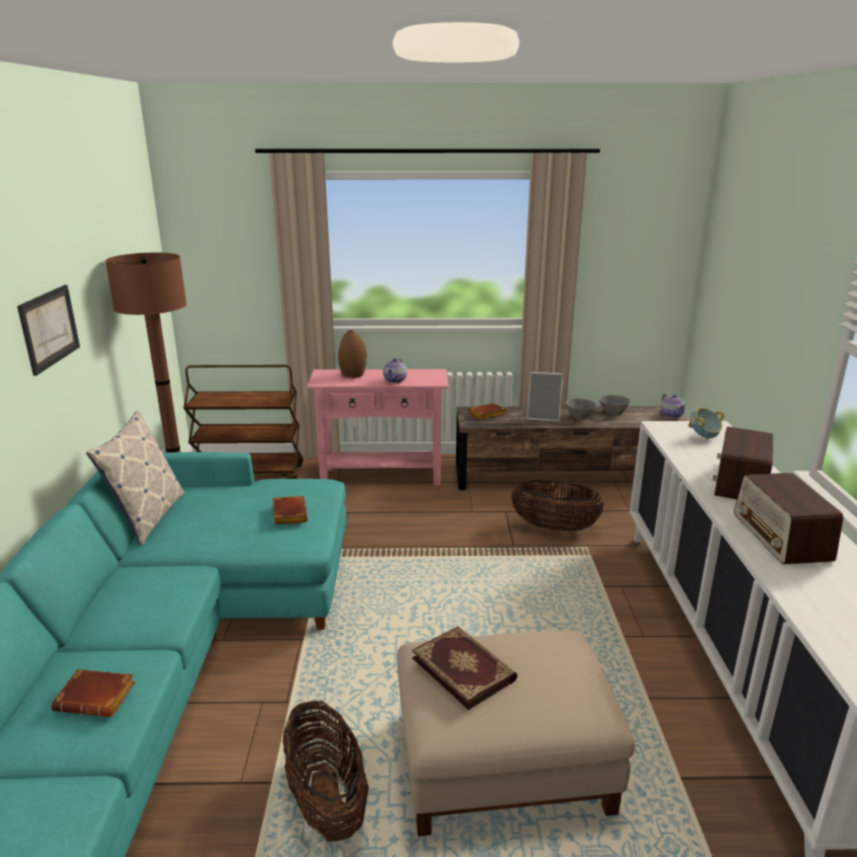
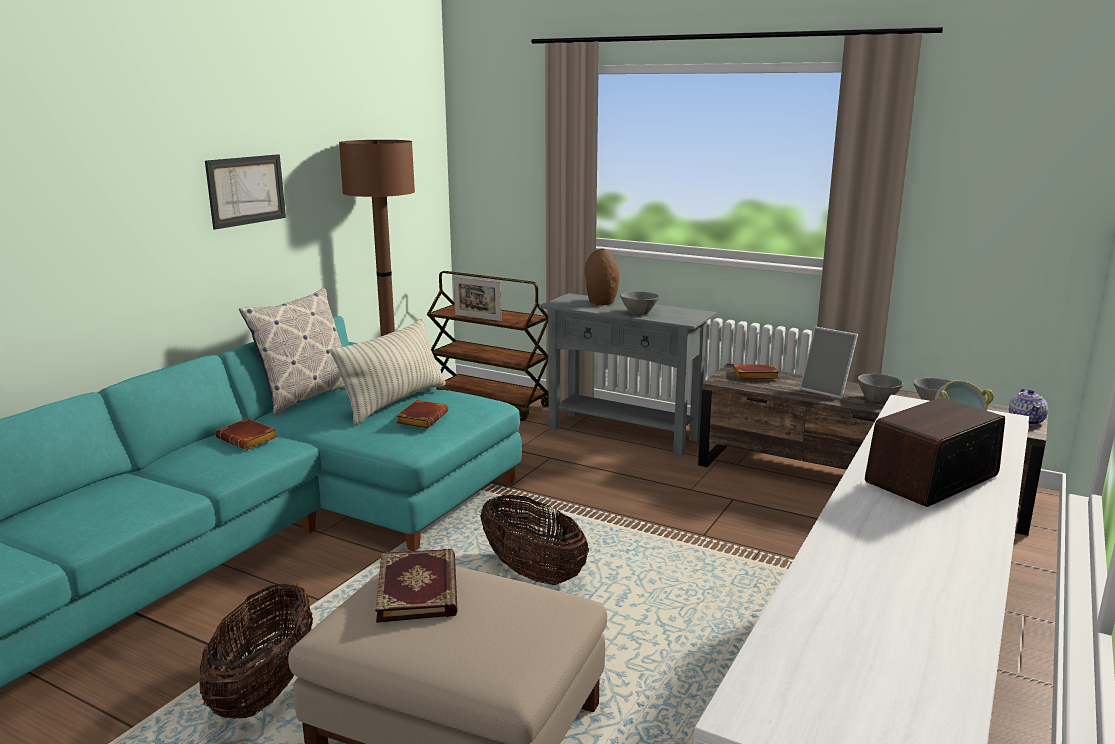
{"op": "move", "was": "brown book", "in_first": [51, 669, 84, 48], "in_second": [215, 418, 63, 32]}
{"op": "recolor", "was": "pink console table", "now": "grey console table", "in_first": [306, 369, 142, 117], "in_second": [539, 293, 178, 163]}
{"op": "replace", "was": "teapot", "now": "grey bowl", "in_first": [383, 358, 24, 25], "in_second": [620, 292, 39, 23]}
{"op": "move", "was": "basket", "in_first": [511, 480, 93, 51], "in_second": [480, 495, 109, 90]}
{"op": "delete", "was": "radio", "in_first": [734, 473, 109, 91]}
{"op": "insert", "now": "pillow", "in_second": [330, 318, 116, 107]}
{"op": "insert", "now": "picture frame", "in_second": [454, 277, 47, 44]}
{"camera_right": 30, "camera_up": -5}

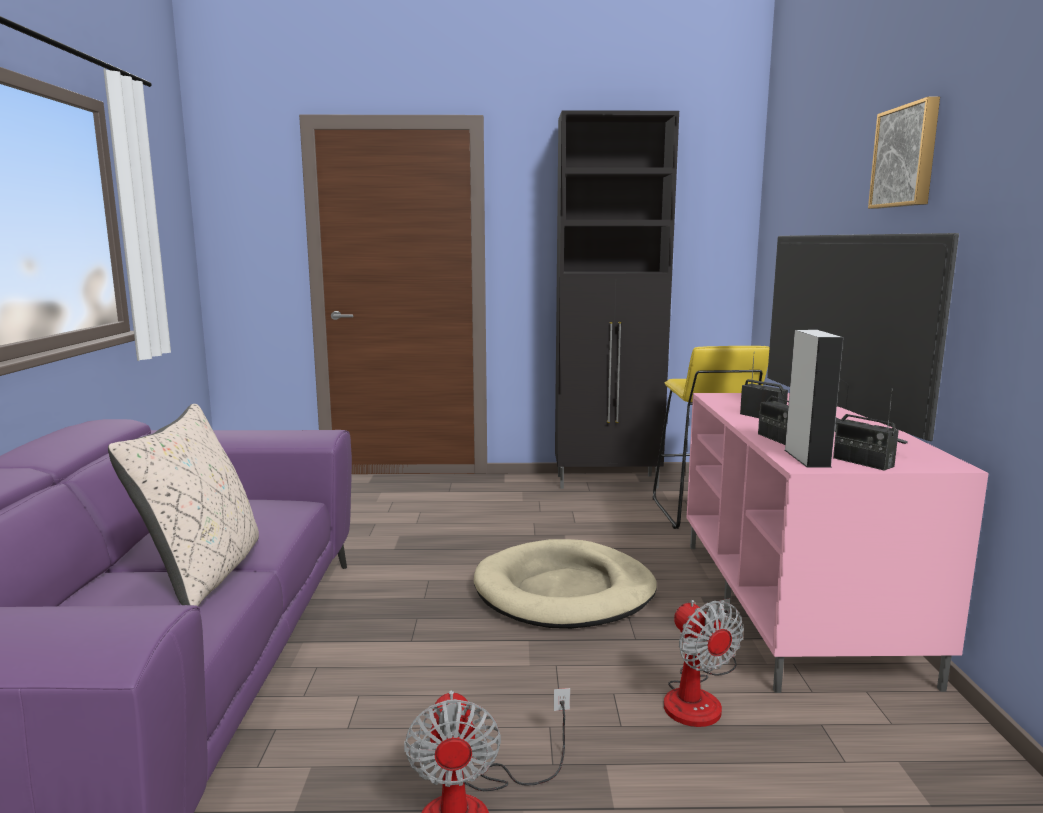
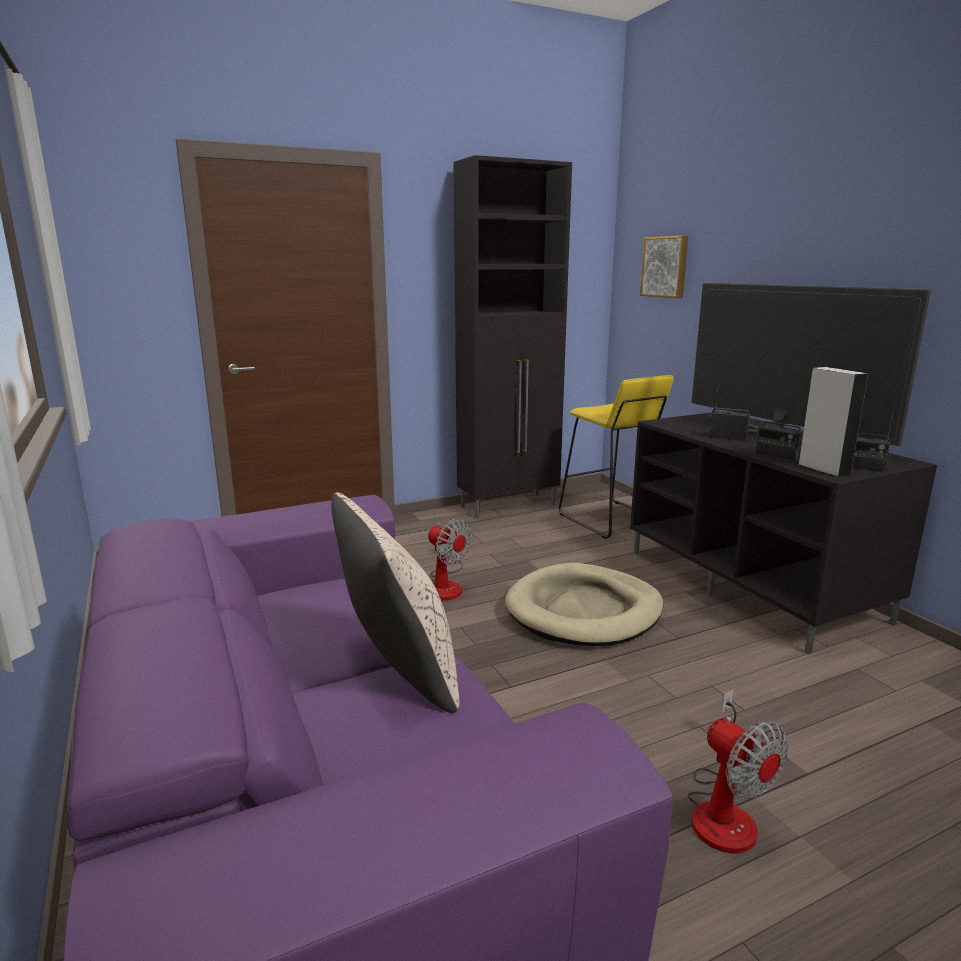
{"op": "move", "was": "fan", "in_first": [664, 598, 80, 129], "in_second": [428, 519, 43, 81]}
{"op": "recolor", "was": "pink tv stand", "now": "black tv stand", "in_first": [687, 393, 302, 300], "in_second": [630, 411, 307, 243]}
{"op": "move", "was": "picture", "in_first": [868, 97, 72, 112], "in_second": [640, 235, 48, 63]}
{"camera_right": -25, "camera_up": 5}

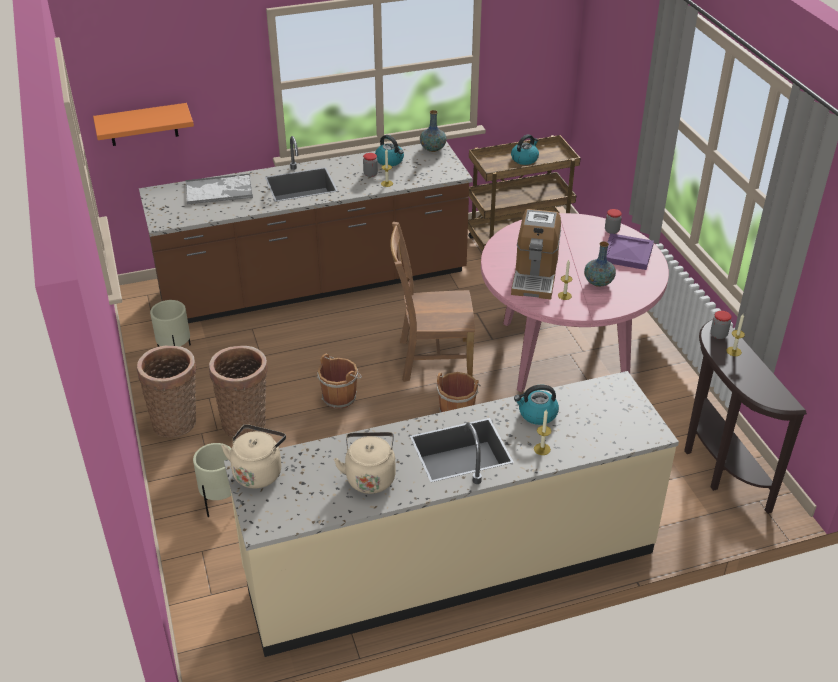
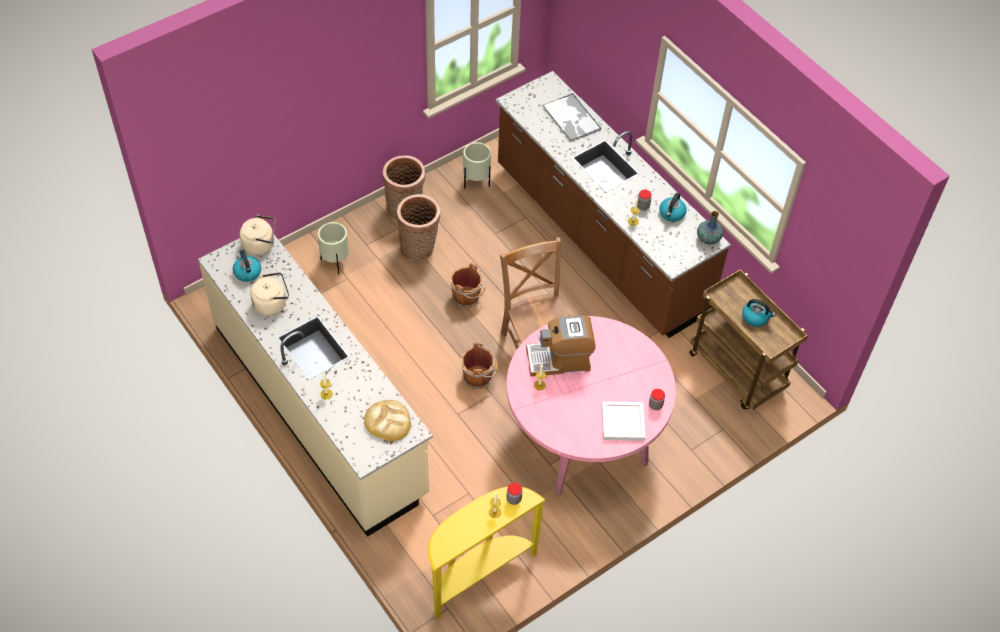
{"op": "delete", "was": "orange shelf", "in_first": [93, 103, 101, 43]}
{"op": "move", "was": "kettle", "in_first": [514, 385, 45, 40], "in_second": [233, 249, 28, 33]}
{"op": "delete", "was": "vase", "in_first": [584, 241, 32, 46]}
{"op": "recolor", "was": "purple tray", "now": "white tray", "in_first": [606, 233, 48, 37], "in_second": [602, 401, 44, 40]}
{"op": "recolor", "was": "brown console table", "now": "yellow console table", "in_first": [684, 319, 123, 195], "in_second": [428, 487, 118, 132]}
{"op": "insert", "now": "bread", "in_second": [364, 400, 47, 41]}
{"camera_right": 70, "camera_up": 15}

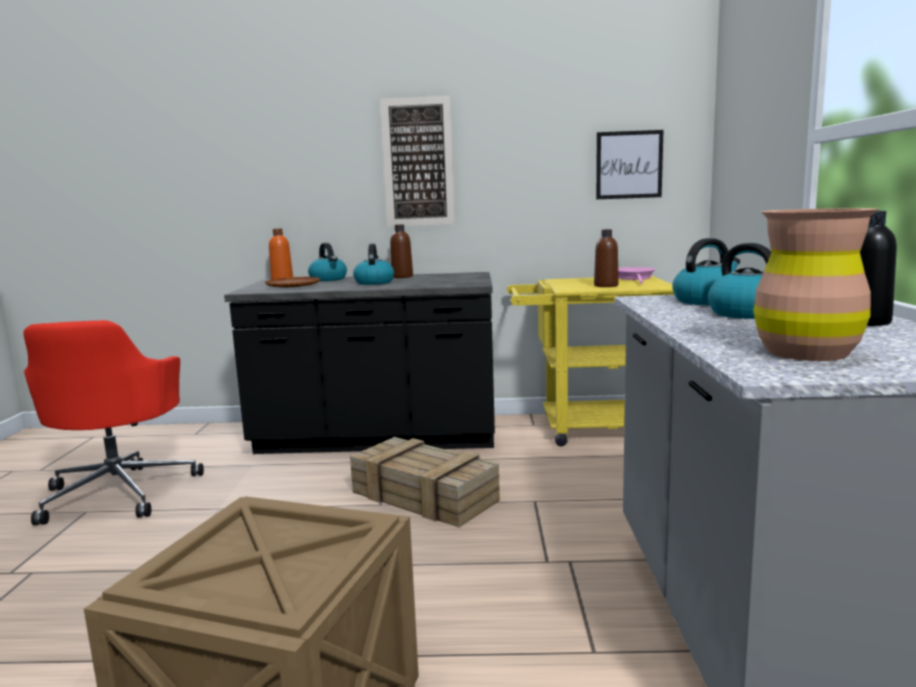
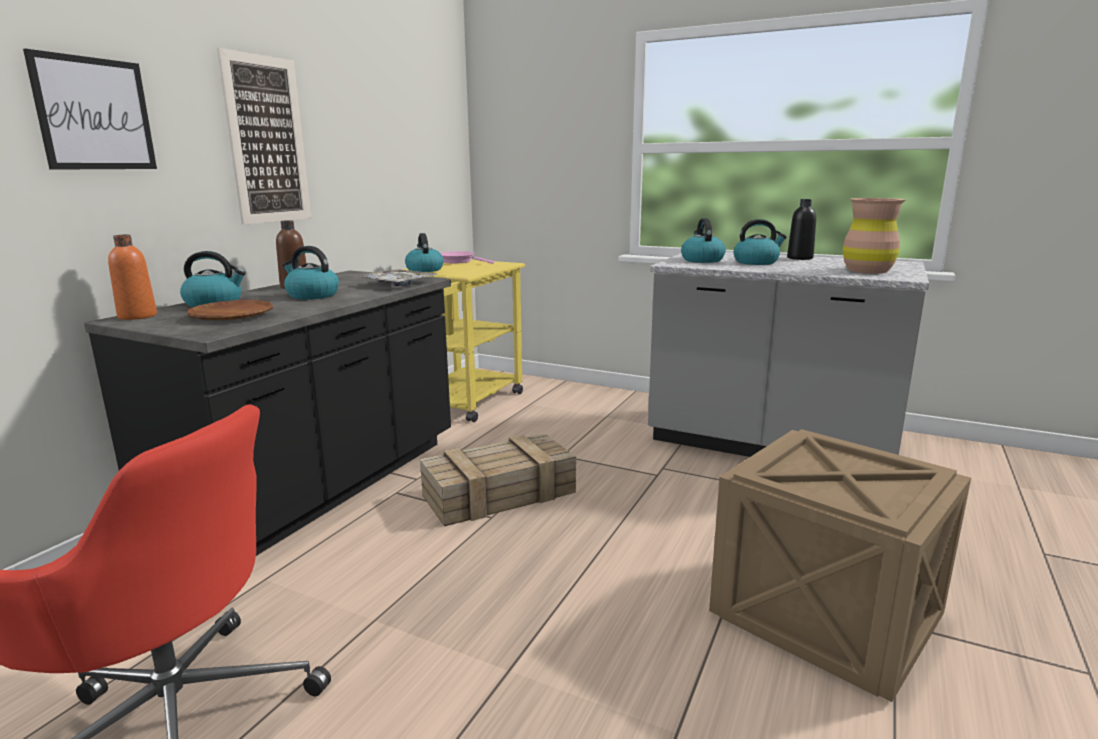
{"op": "delete", "was": "brown bottle", "in_first": [594, 229, 25, 58]}
{"op": "move", "was": "picture", "in_first": [596, 130, 68, 69], "in_second": [23, 49, 134, 121]}
{"op": "insert", "now": "tray", "in_second": [359, 269, 79, 17]}
{"op": "insert", "now": "kettle", "in_second": [405, 233, 39, 39]}
{"camera_right": -65, "camera_up": 5}

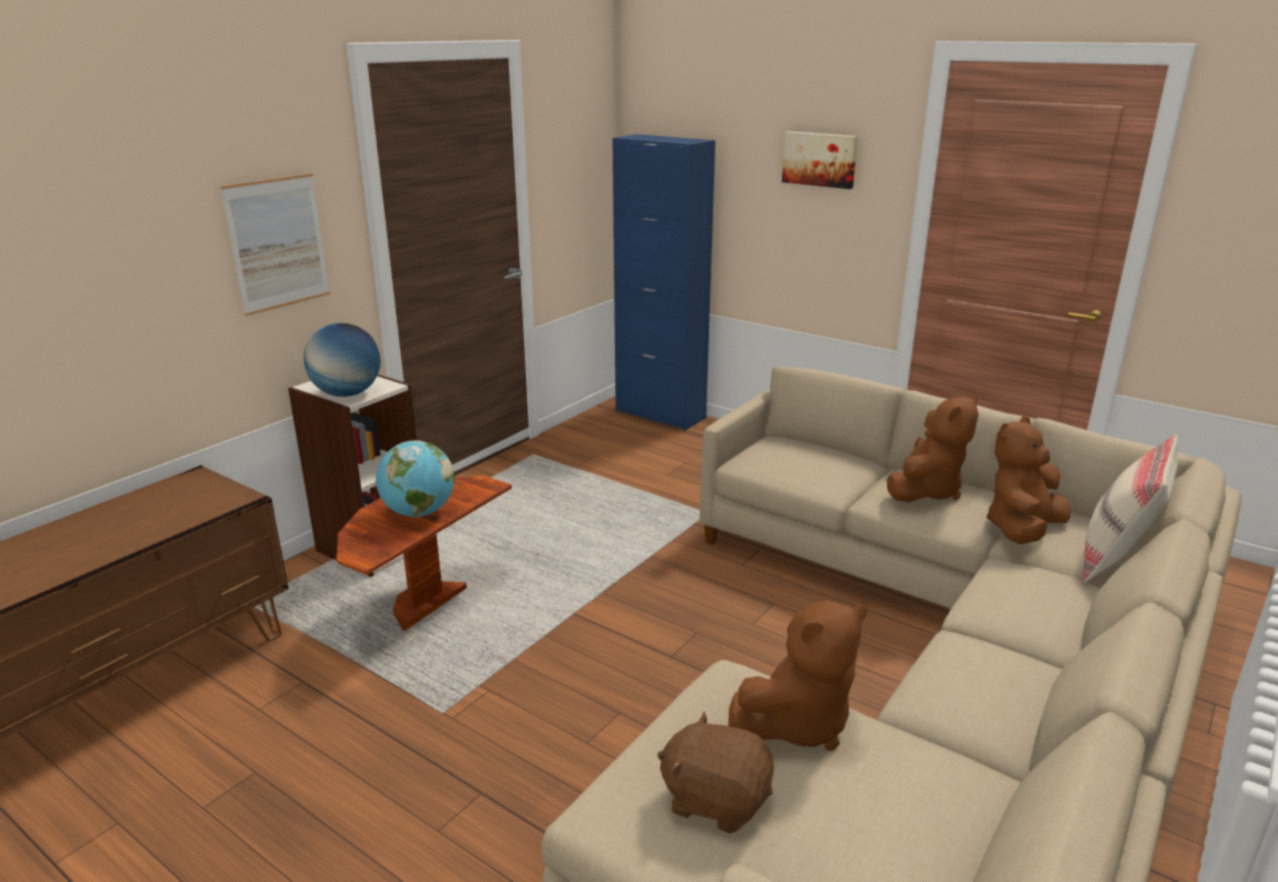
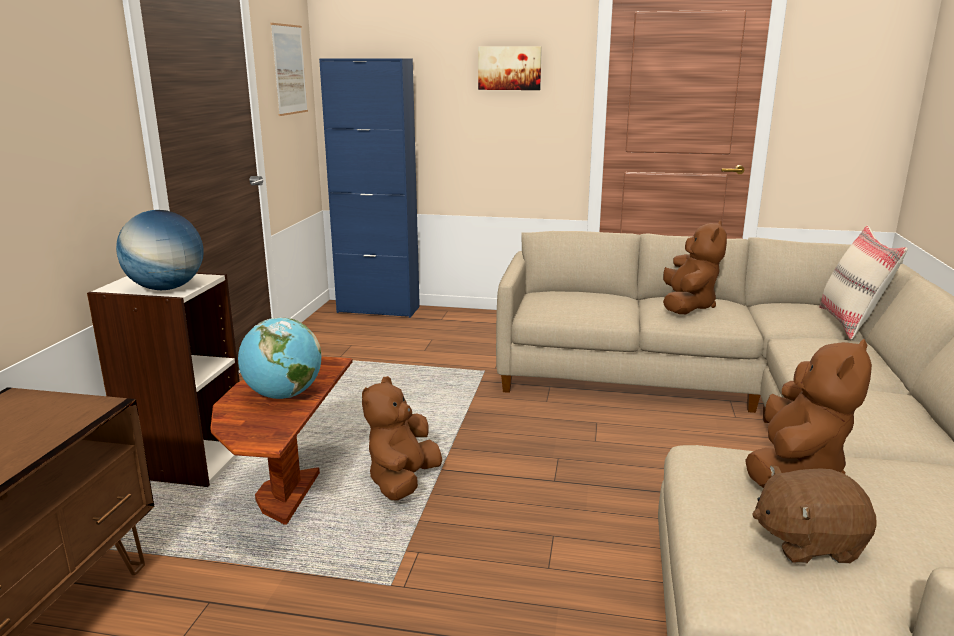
{"op": "move", "was": "picture", "in_first": [220, 173, 110, 143], "in_second": [271, 23, 37, 93]}
{"op": "move", "was": "brown plush toy", "in_first": [986, 416, 85, 128], "in_second": [362, 376, 80, 125]}
{"camera_right": -25, "camera_up": -5}

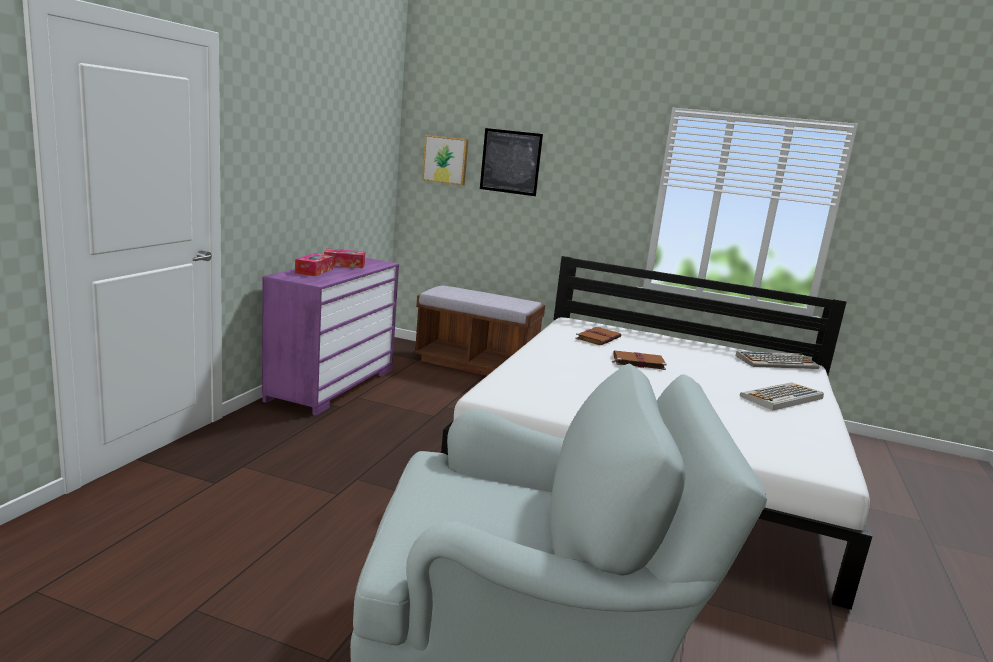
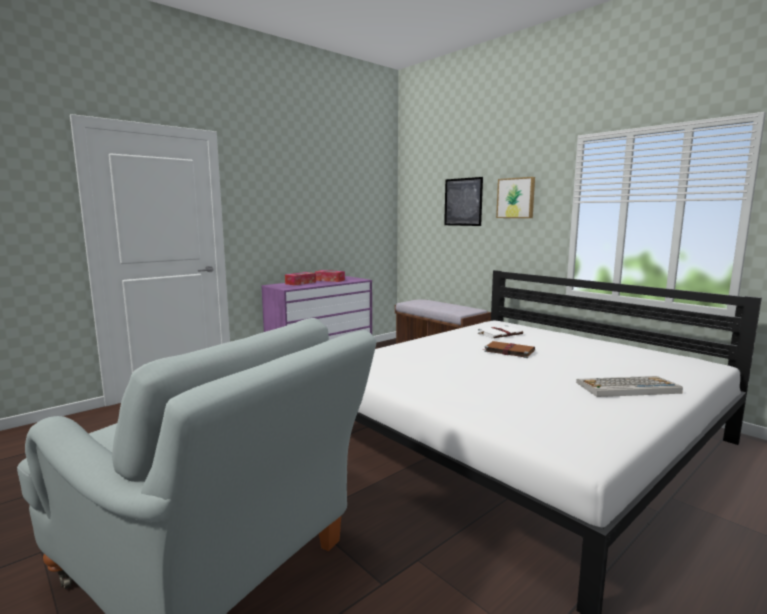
{"op": "move", "was": "picture", "in_first": [422, 135, 47, 50], "in_second": [496, 177, 39, 41]}
{"op": "recolor", "was": "brown book", "now": "white book", "in_first": [575, 326, 46, 19], "in_second": [478, 325, 45, 13]}
{"op": "delete", "was": "keyboard", "in_first": [736, 351, 84, 18]}
{"camera_right": 30, "camera_up": -5}

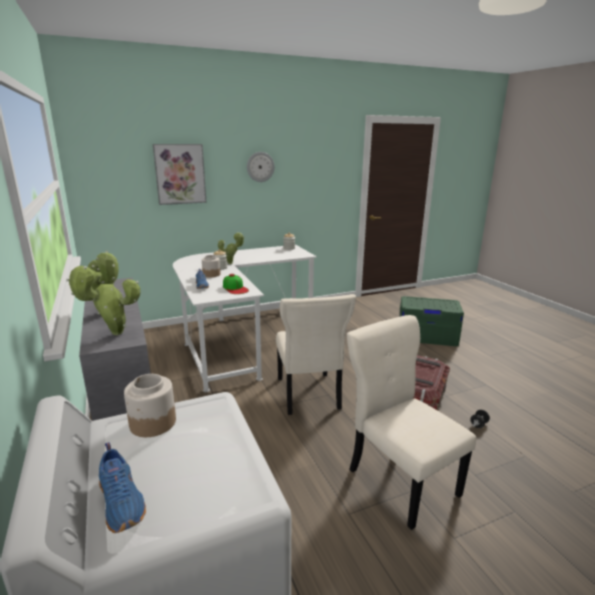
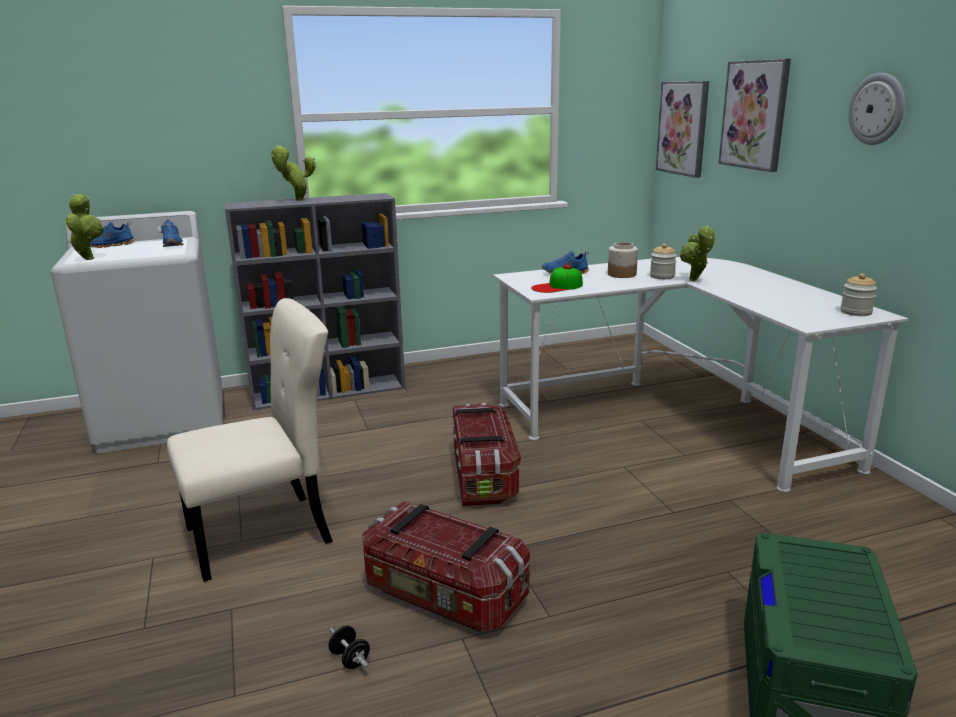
{"op": "move", "was": "potted plant", "in_first": [66, 266, 75, 69], "in_second": [66, 194, 38, 66]}
{"op": "replace", "was": "jar", "now": "blue shoe", "in_first": [124, 374, 52, 63], "in_second": [161, 219, 23, 28]}
{"op": "replace", "was": "beige chair", "now": "storage box", "in_first": [276, 294, 80, 121], "in_second": [452, 403, 69, 103]}
{"op": "insert", "now": "picture", "in_second": [656, 81, 53, 97]}
{"camera_right": 95, "camera_up": 0}

